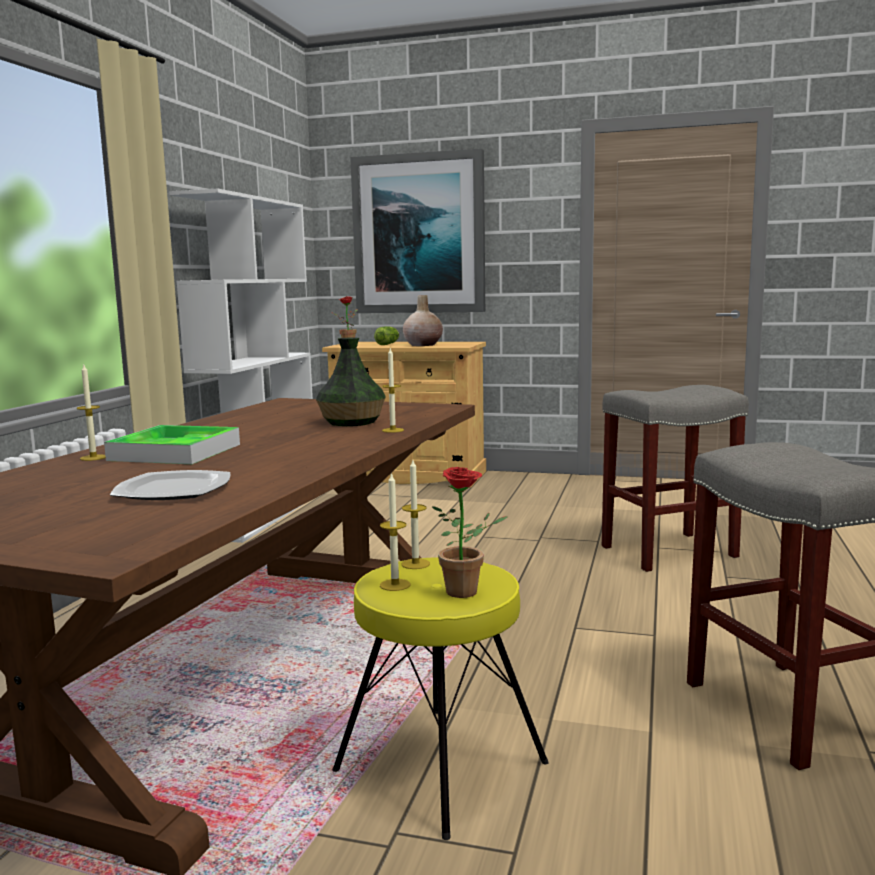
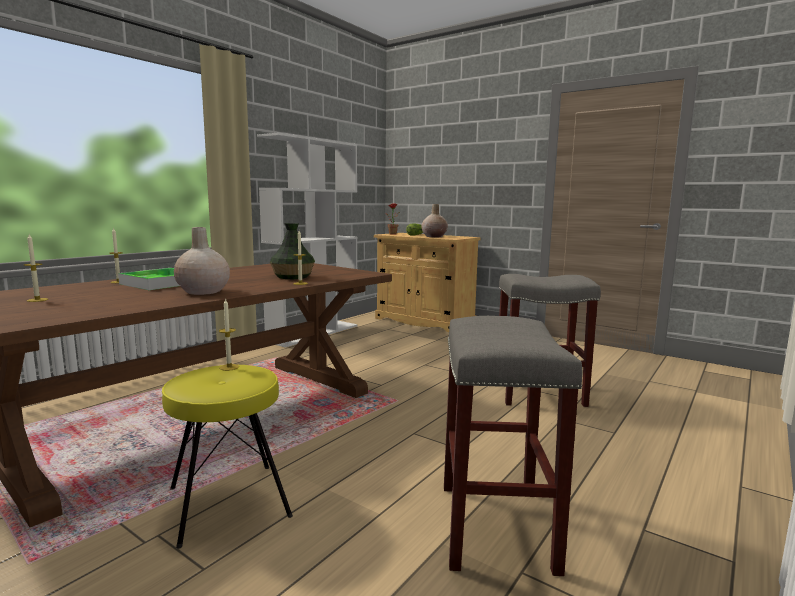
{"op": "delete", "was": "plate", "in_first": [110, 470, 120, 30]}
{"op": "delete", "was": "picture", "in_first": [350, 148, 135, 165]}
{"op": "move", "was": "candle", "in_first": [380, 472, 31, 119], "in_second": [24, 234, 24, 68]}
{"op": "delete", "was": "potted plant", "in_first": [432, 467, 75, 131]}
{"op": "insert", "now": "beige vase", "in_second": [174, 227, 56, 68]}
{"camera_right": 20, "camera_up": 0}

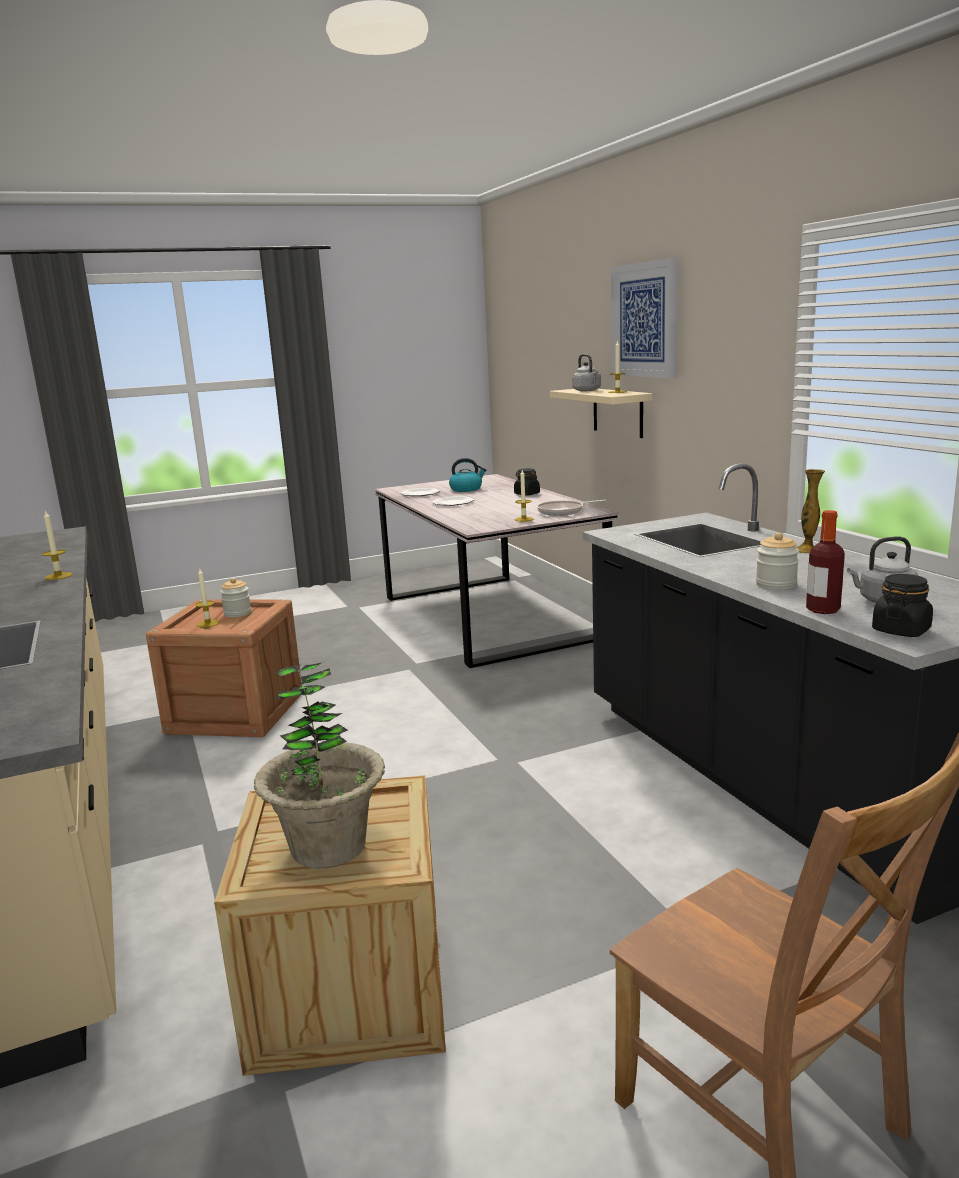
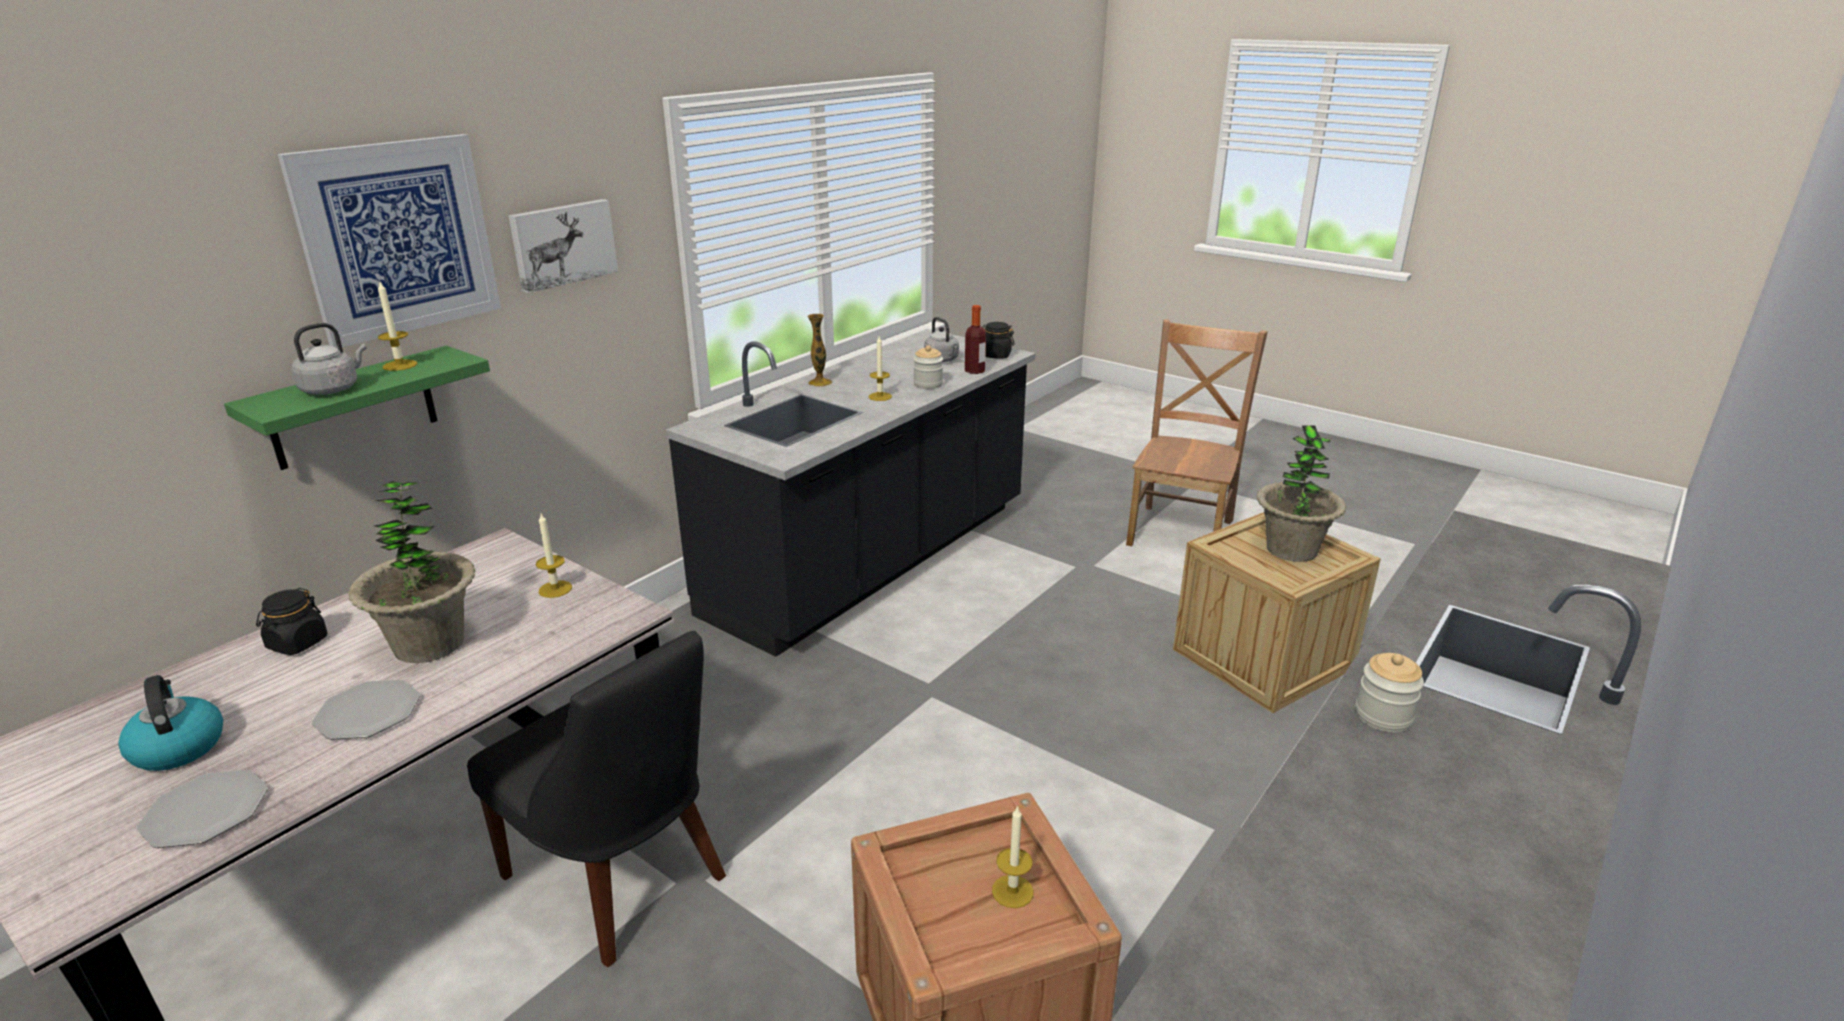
{"op": "move", "was": "candle", "in_first": [42, 510, 30, 70], "in_second": [868, 336, 24, 65]}
{"op": "move", "was": "jar", "in_first": [220, 578, 31, 39], "in_second": [1355, 653, 69, 80]}
{"op": "delete", "was": "frying pan", "in_first": [537, 500, 69, 16]}
{"op": "recolor", "was": "beige shelf", "now": "green shelf", "in_first": [550, 389, 103, 49], "in_second": [224, 346, 266, 124]}
{"op": "insert", "now": "potted plant", "in_second": [348, 481, 127, 182]}
{"op": "insert", "now": "black chair", "in_second": [467, 631, 259, 336]}
{"op": "insert", "now": "picture", "in_second": [508, 199, 110, 94]}
{"camera_right": -120, "camera_up": 10}

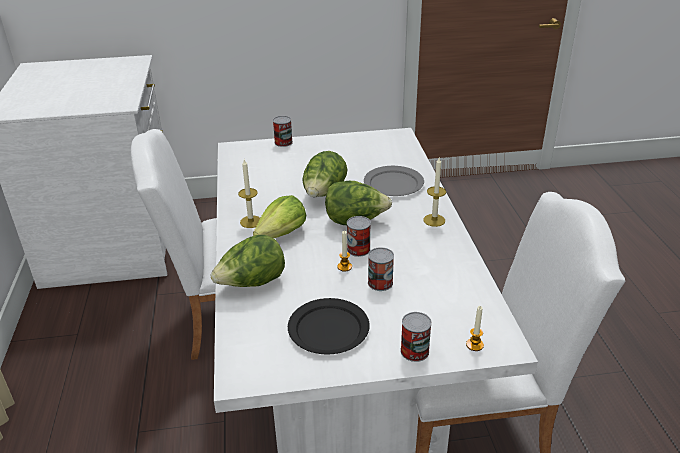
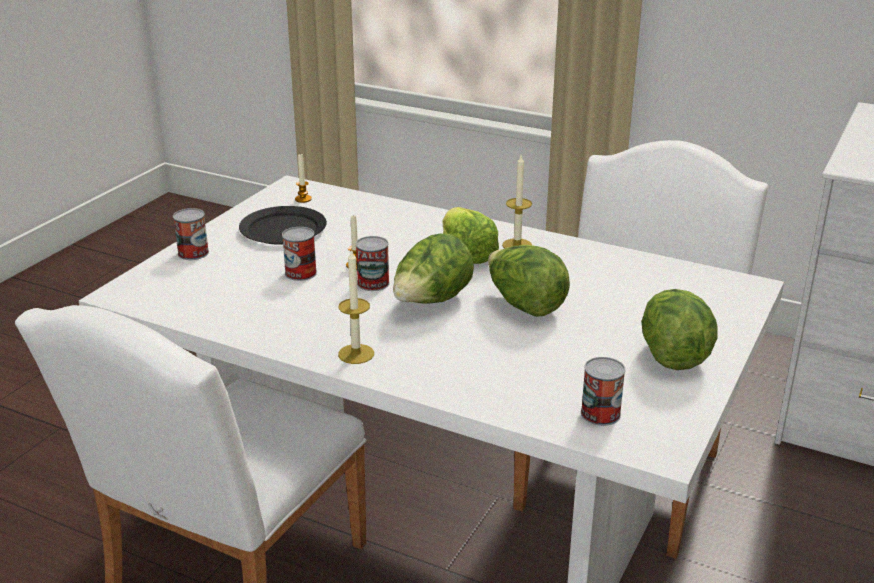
{"op": "move", "was": "lettuce", "in_first": [210, 235, 75, 52], "in_second": [641, 289, 77, 81]}
{"op": "move", "was": "can", "in_first": [273, 116, 20, 31], "in_second": [581, 357, 44, 69]}
{"op": "delete", "was": "grey plate", "in_first": [364, 166, 60, 30]}
{"op": "move", "was": "candle", "in_first": [466, 306, 18, 45], "in_second": [295, 154, 17, 49]}
{"camera_right": 125, "camera_up": -5}

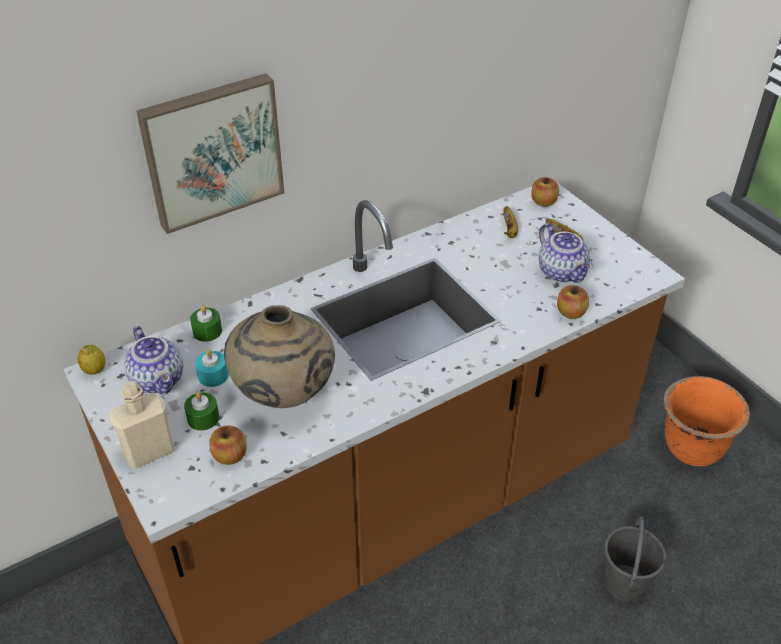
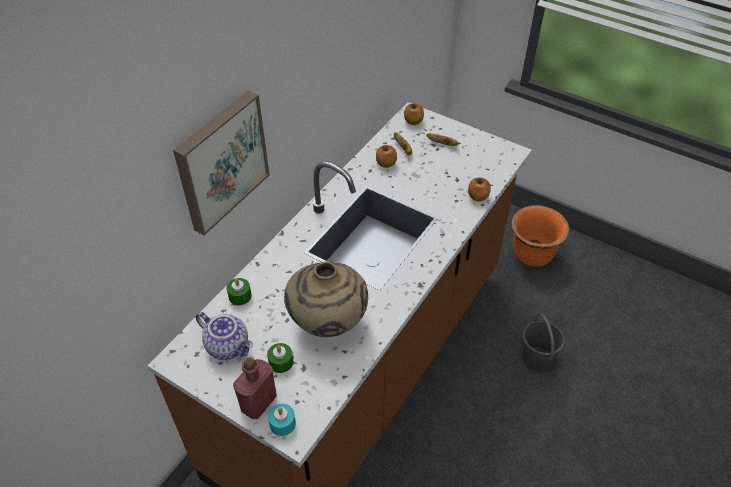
{"op": "delete", "was": "lemon", "in_first": [78, 345, 27, 30]}
{"op": "recolor", "was": "beige bottle", "now": "red bottle", "in_first": [110, 381, 64, 88], "in_second": [233, 357, 44, 62]}
{"op": "move", "was": "turquoise candle", "in_first": [195, 349, 34, 38], "in_second": [268, 404, 28, 32]}
{"op": "move", "was": "apple", "in_first": [209, 425, 38, 40], "in_second": [376, 145, 21, 23]}
{"op": "delete", "was": "teapot", "in_first": [539, 223, 54, 60]}
{"camera_right": -25, "camera_up": 5}

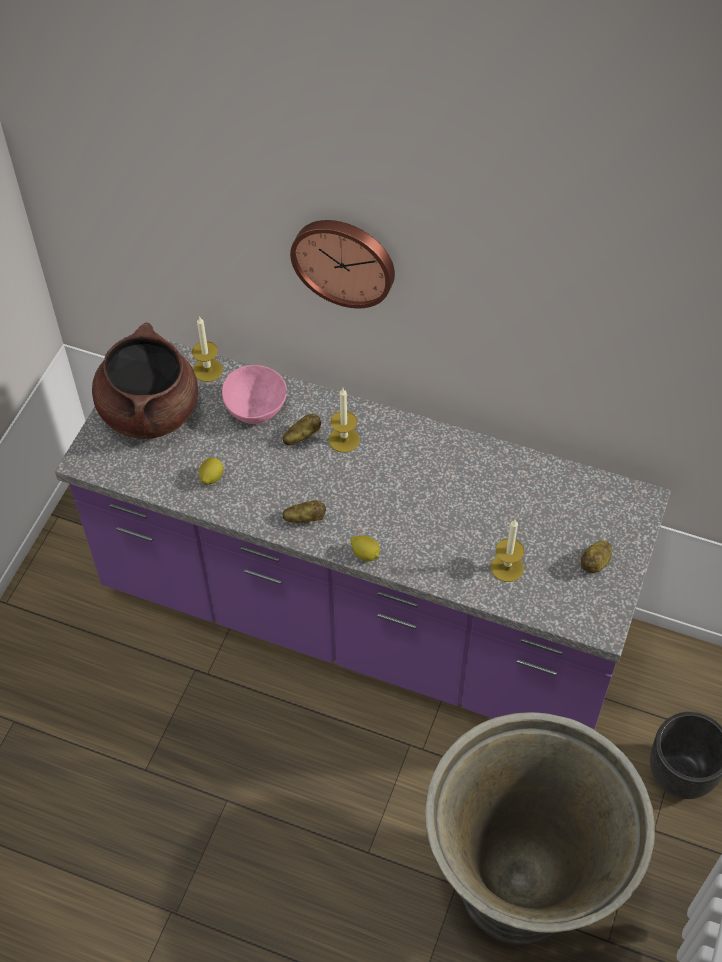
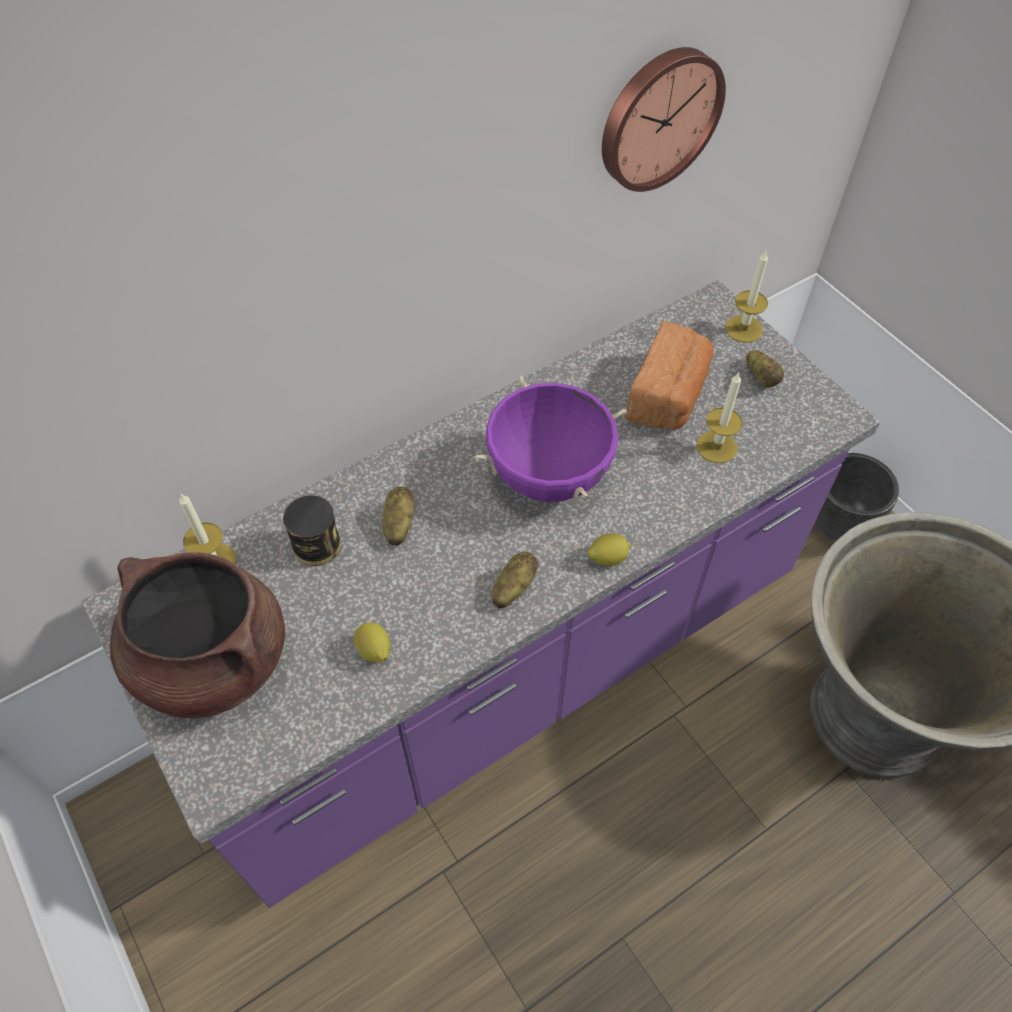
{"op": "replace", "was": "pink bowl", "now": "can", "in_first": [222, 365, 65, 59], "in_second": [283, 495, 58, 71]}
{"op": "move", "was": "wall clock", "in_first": [290, 220, 105, 88], "in_second": [602, 47, 124, 145]}
{"op": "move", "was": "candle", "in_first": [329, 388, 31, 65], "in_second": [725, 251, 43, 91]}
{"op": "insert", "now": "purple cooking pot", "in_second": [474, 376, 153, 126]}
{"op": "insert", "now": "bread", "in_second": [626, 321, 88, 110]}
{"camera_right": -55, "camera_up": 0}

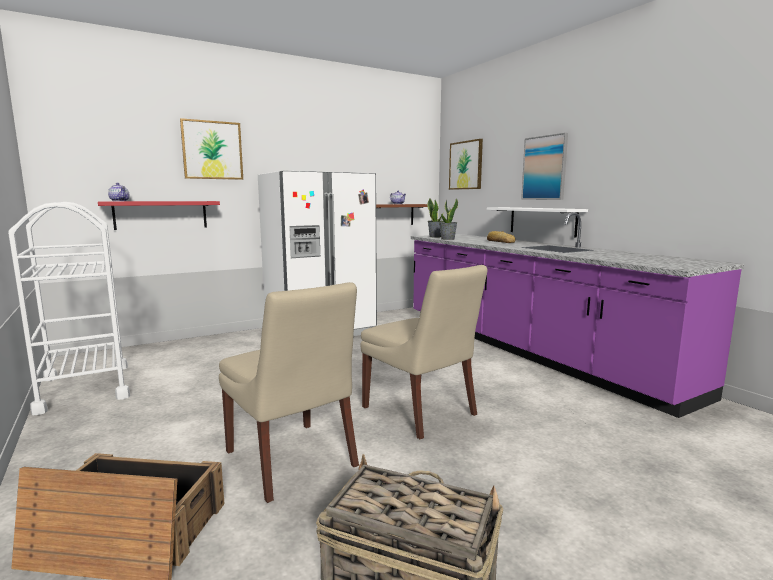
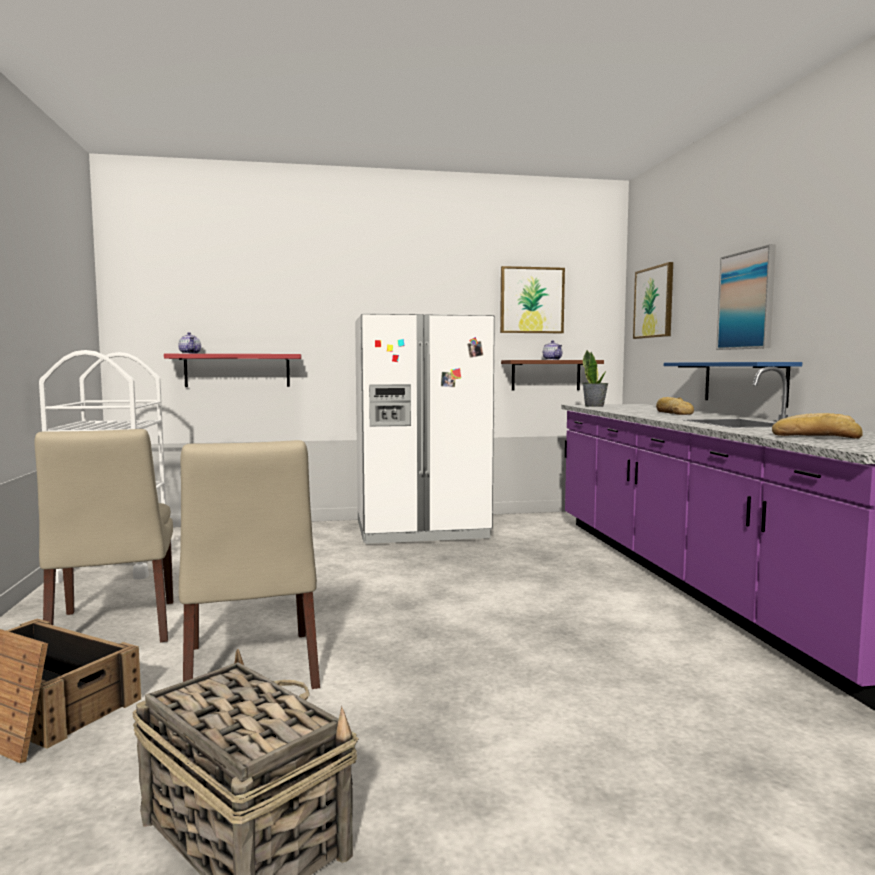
{"op": "move", "was": "picture", "in_first": [180, 118, 63, 62], "in_second": [500, 266, 65, 67]}
{"op": "move", "was": "beige chair", "in_first": [360, 265, 128, 174], "in_second": [34, 429, 139, 213]}
{"op": "delete", "was": "potted plant", "in_first": [439, 198, 19, 42]}
{"op": "recolor", "was": "white shelf", "now": "blue shelf", "in_first": [487, 207, 101, 31], "in_second": [664, 362, 138, 46]}
{"op": "insert", "now": "bread", "in_second": [772, 413, 91, 26]}
{"camera_right": 20, "camera_up": -5}

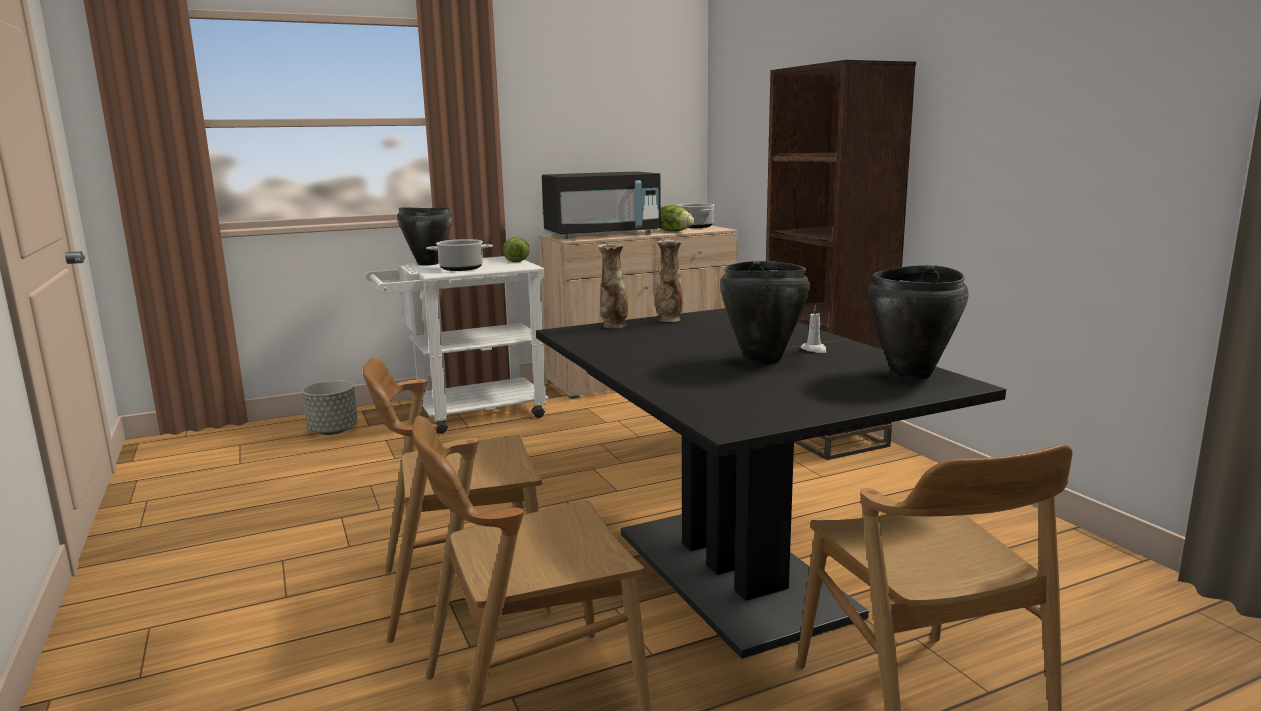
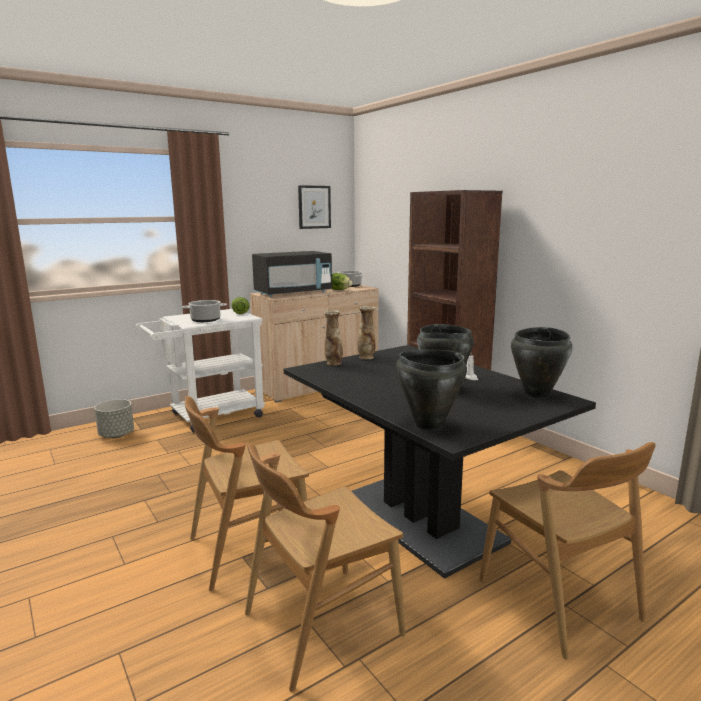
{"op": "move", "was": "black cooking pot", "in_first": [397, 207, 55, 59], "in_second": [396, 350, 71, 80]}
{"op": "insert", "now": "picture", "in_second": [298, 185, 33, 44]}
{"camera_right": -10, "camera_up": 0}

